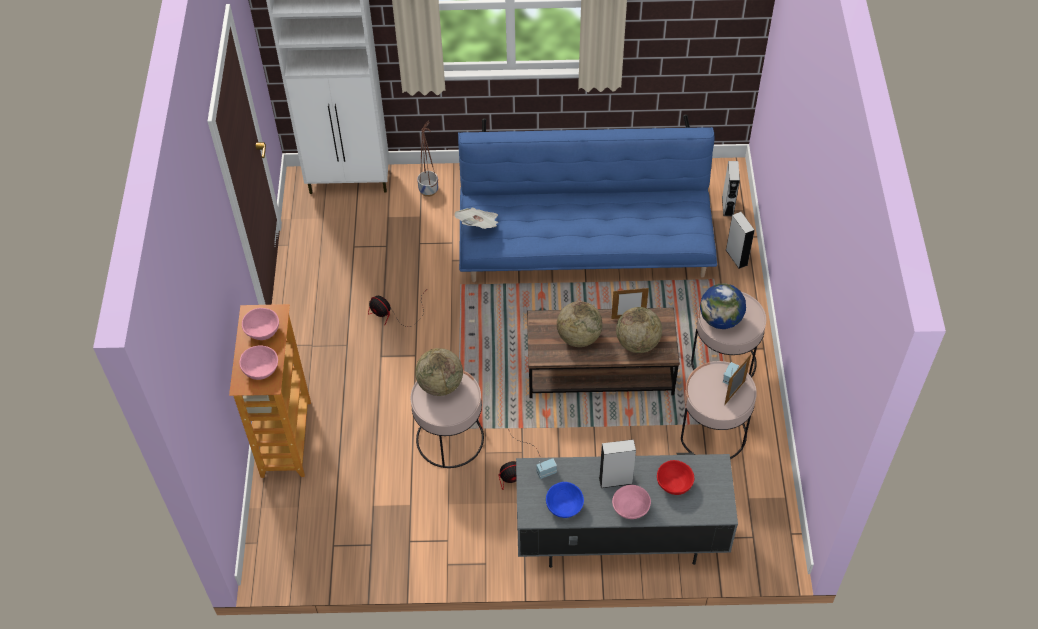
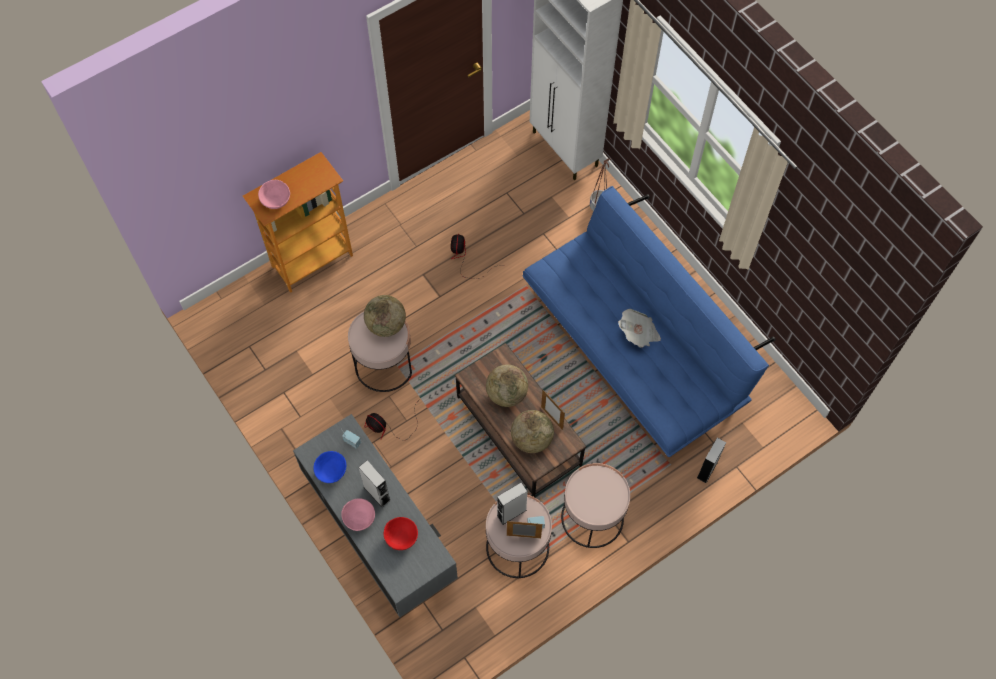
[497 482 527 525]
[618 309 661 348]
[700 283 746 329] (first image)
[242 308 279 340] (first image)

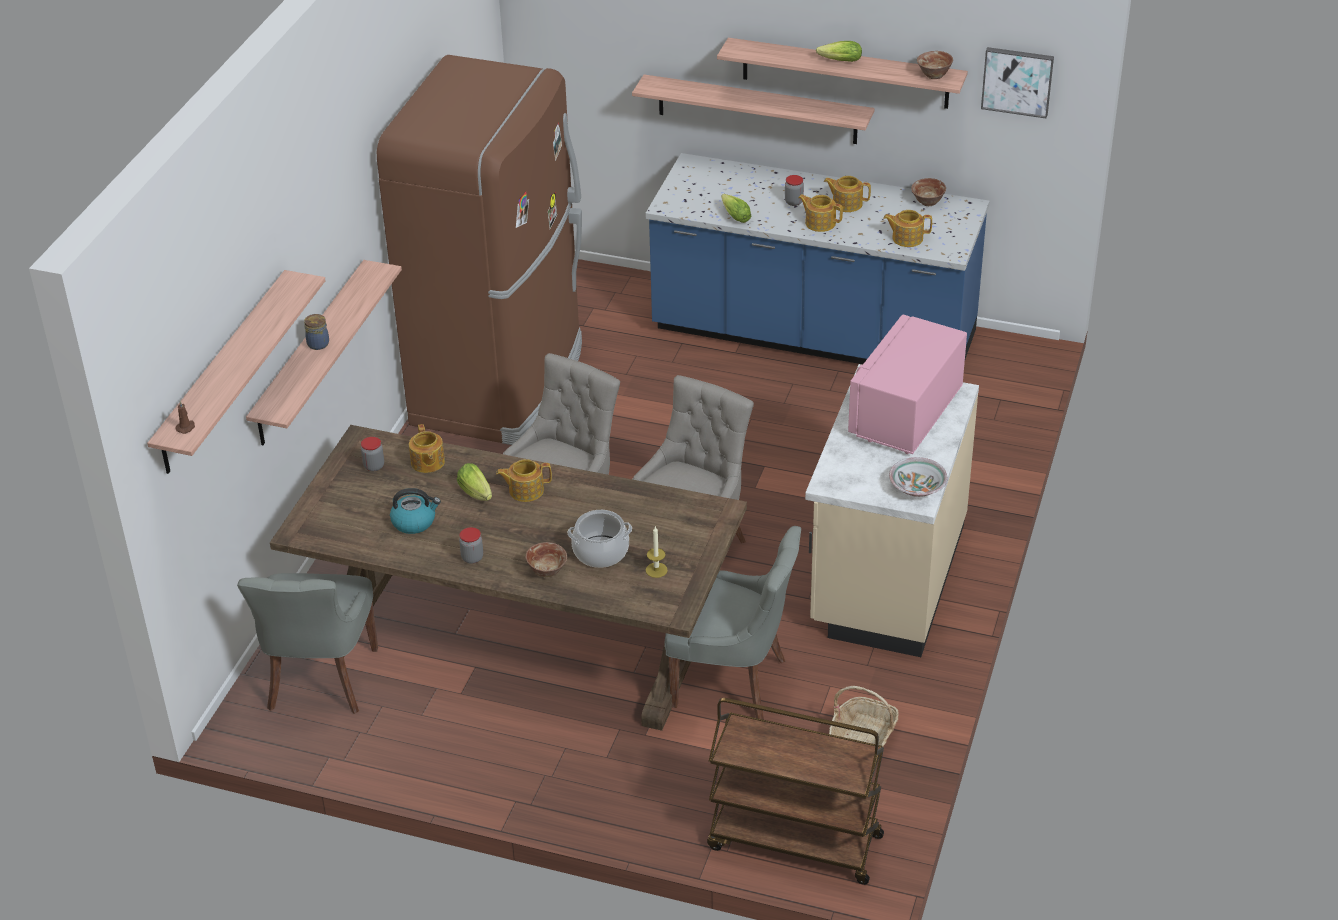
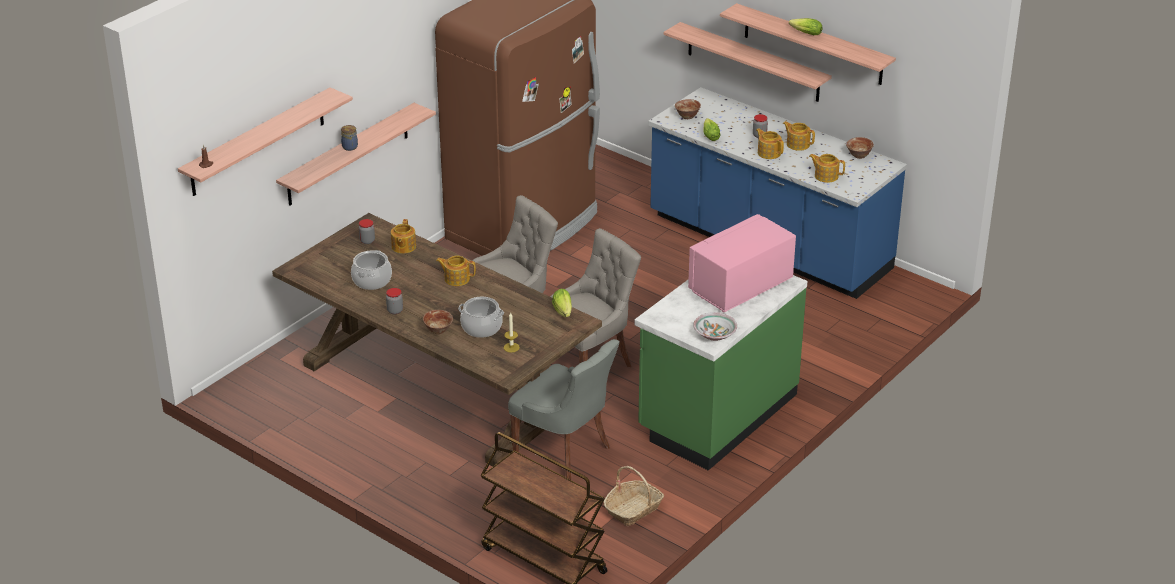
[981 47 1054 118] (first image)
[675 99 701 119]
[634 275 808 471]
[552 289 572 317]
[351 250 392 290]
[237 573 378 714] (first image)

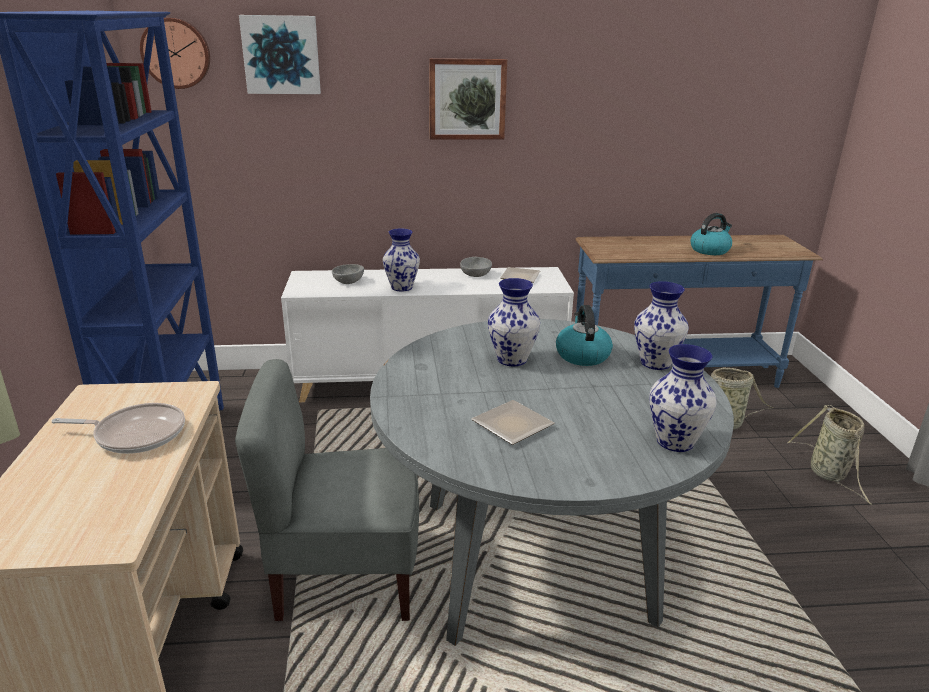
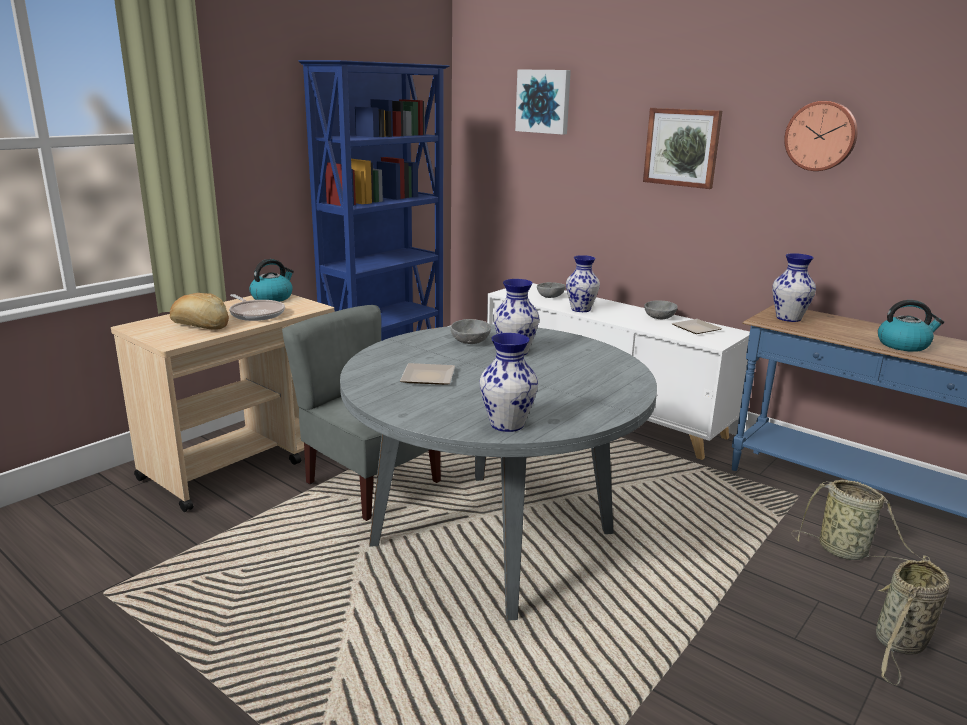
[784 101 858 171]
[772 253 816 322]
[249 259 294 302]
[170 293 229 329]
[451 319 491 344]

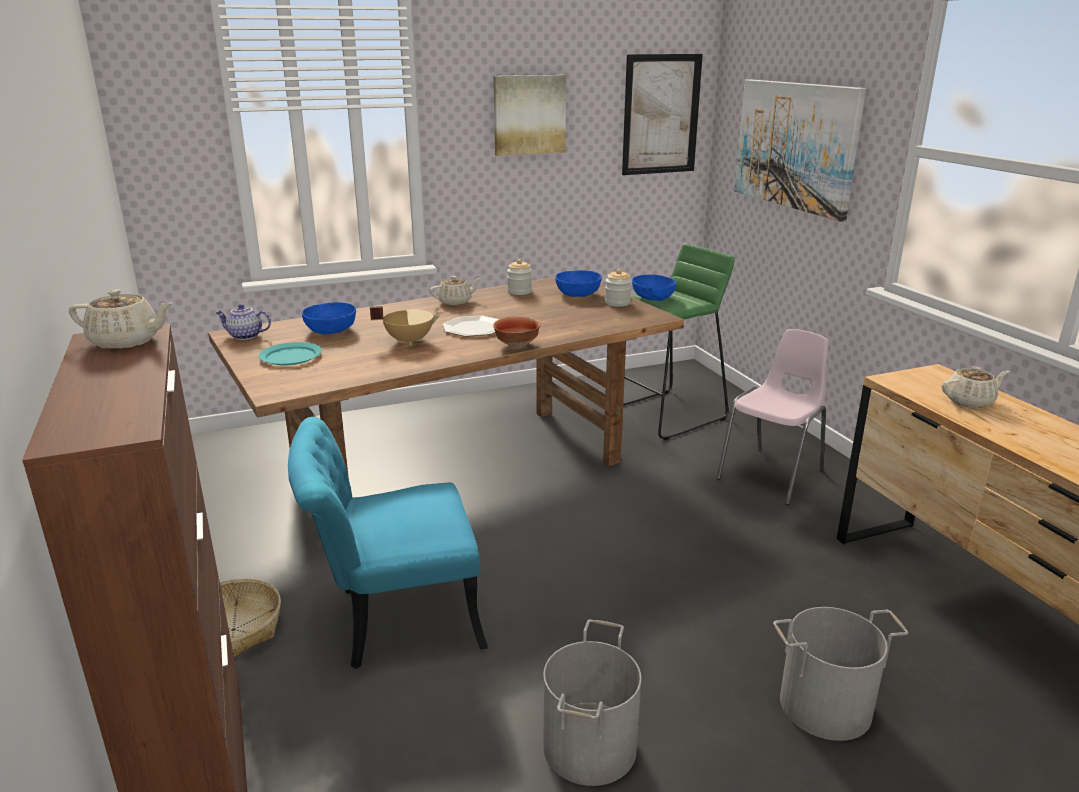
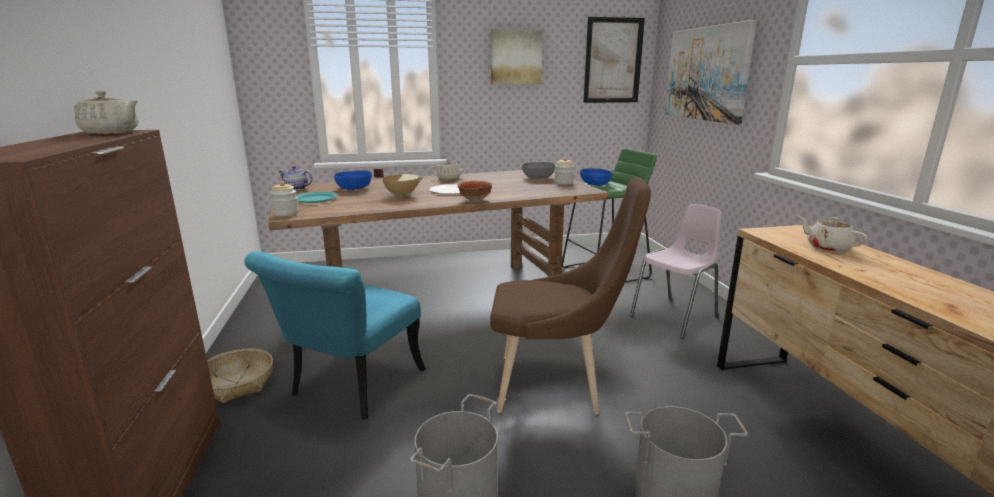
[270 181 299 216]
[522 162 555 179]
[799 217 868 252]
[244 251 426 419]
[490 177 651 414]

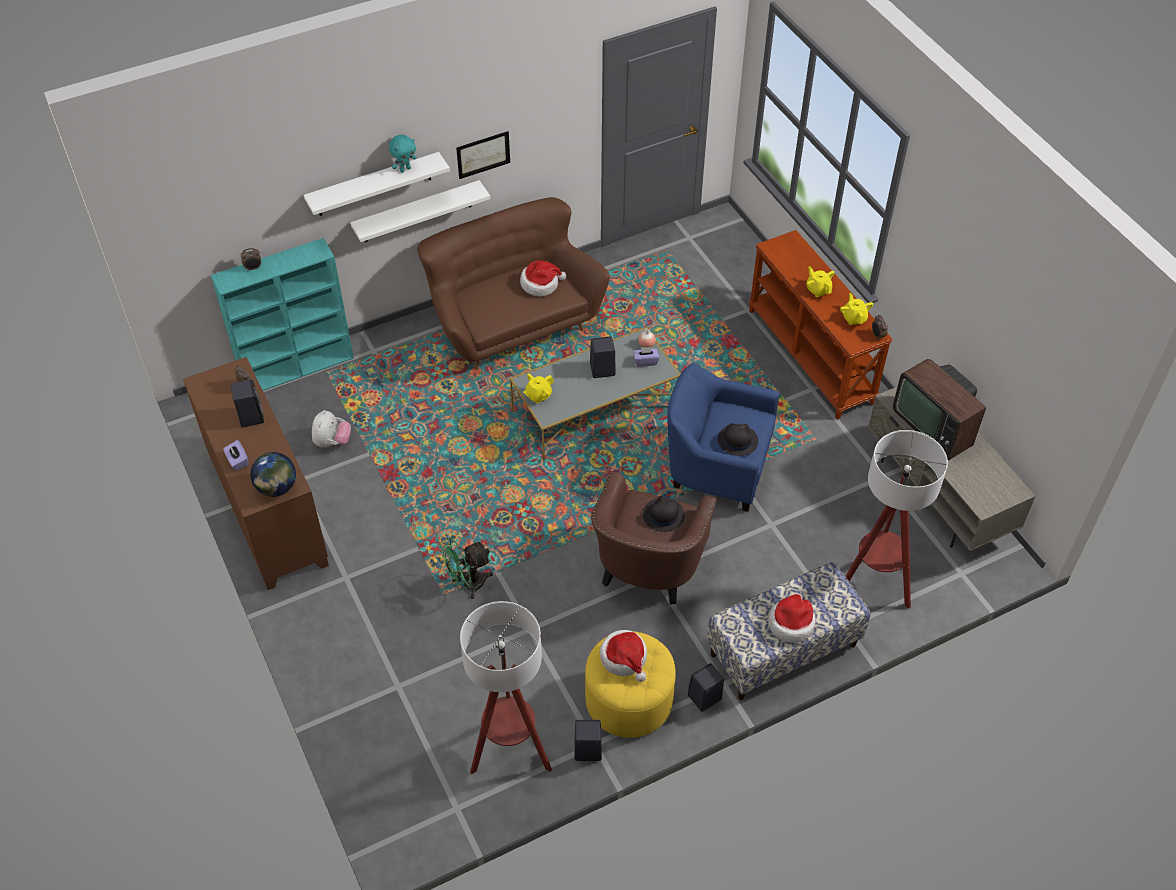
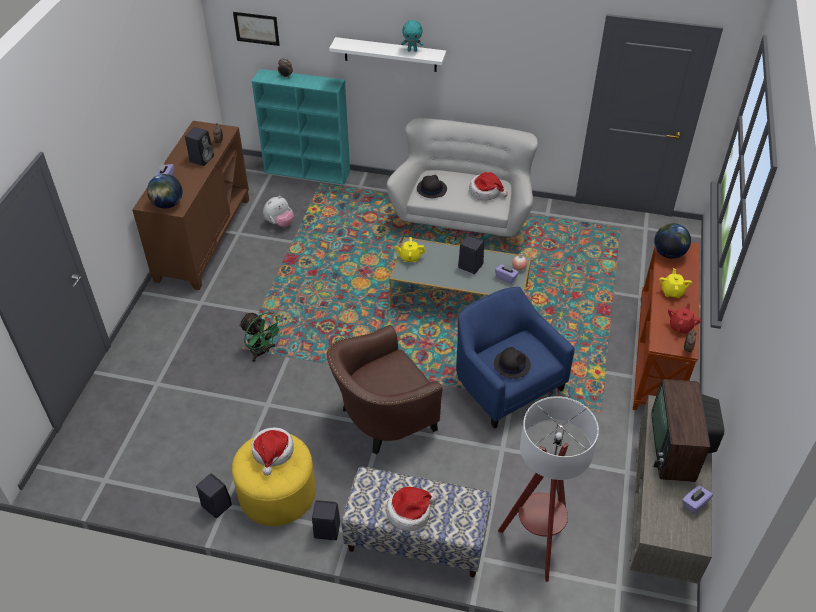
[233 12 280 46]
[350 180 490 242] (first image)
[387 118 538 246]
[668 303 701 334]
[417 175 447 198]
[239 312 283 362]
[460 601 552 774] (first image)
[654 223 691 259]
[682 485 713 514]

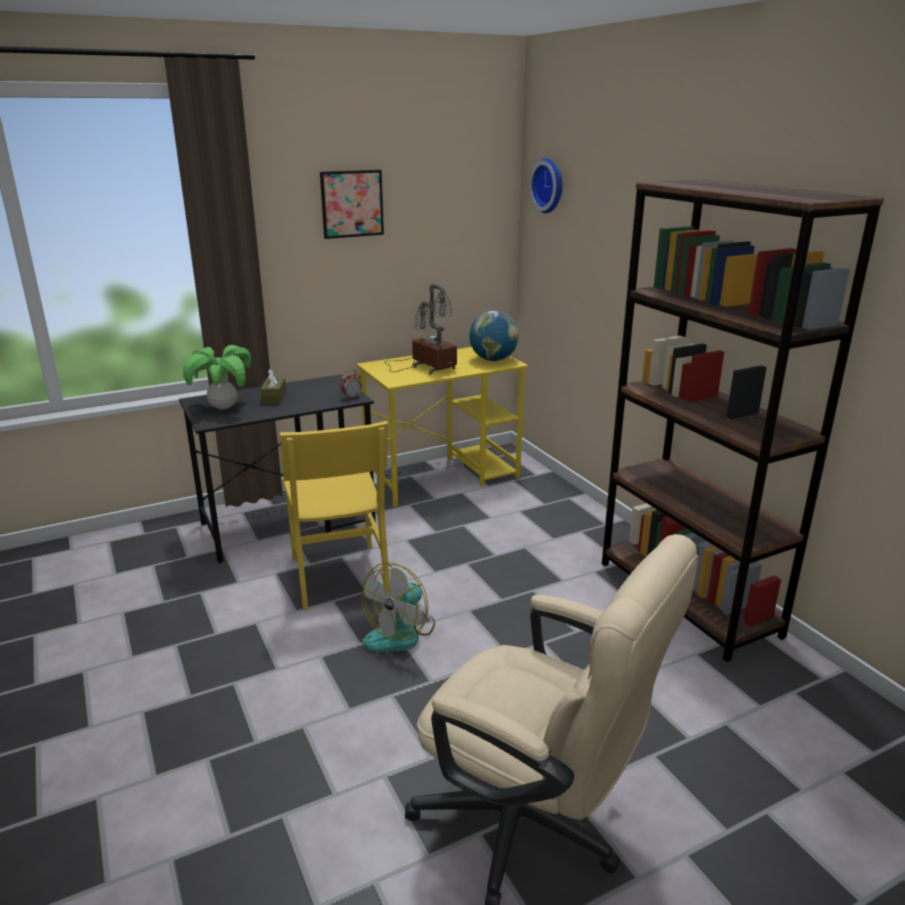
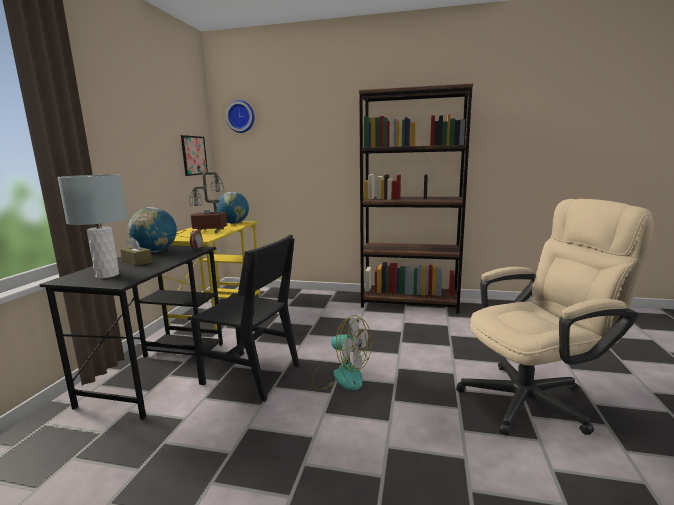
[181 135 208 176]
[57 174 127 278]
[188 235 300 402]
[311 315 372 390]
[128 207 177 252]

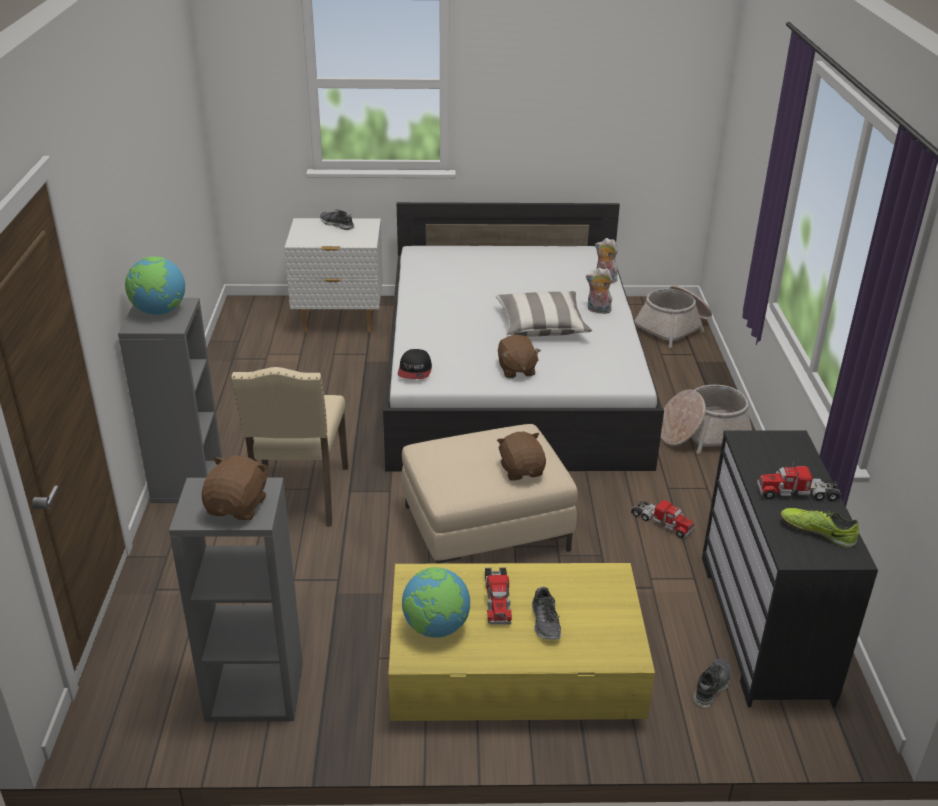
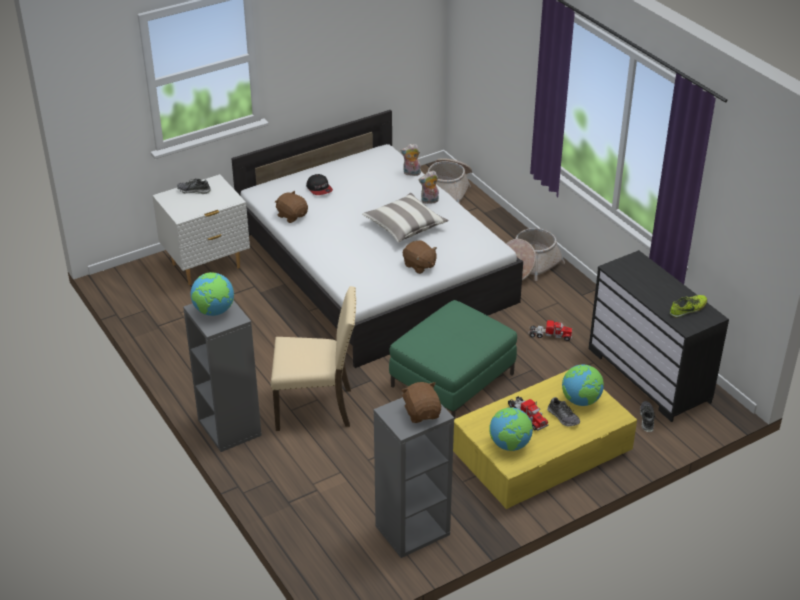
[306 174 333 195]
[271 286 356 431]
[389 300 517 419]
[275 191 308 223]
[757 461 841 501] (first image)
[670 295 707 318]
[562 365 604 406]

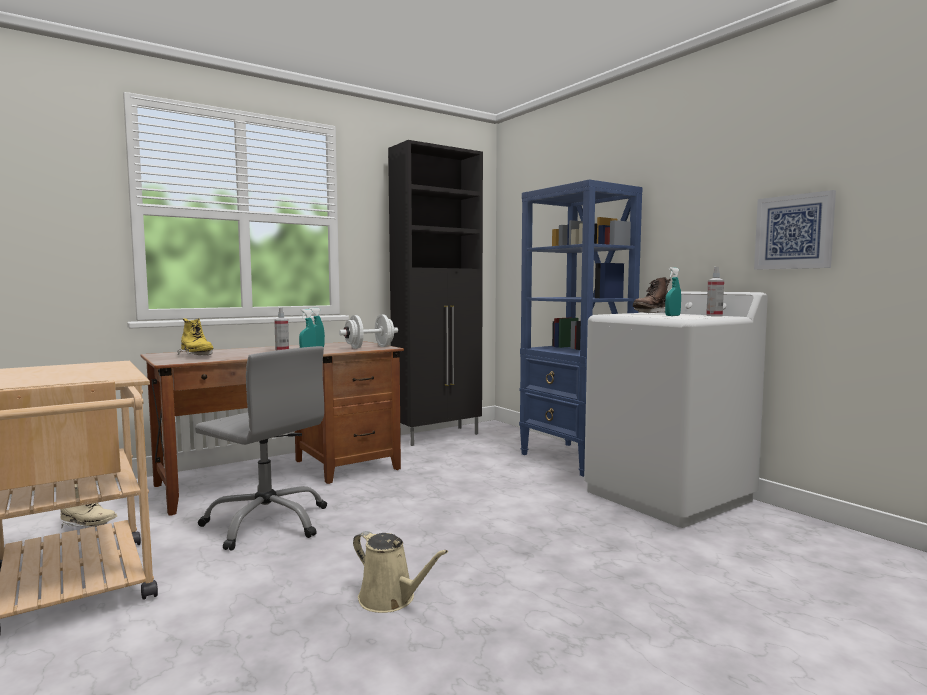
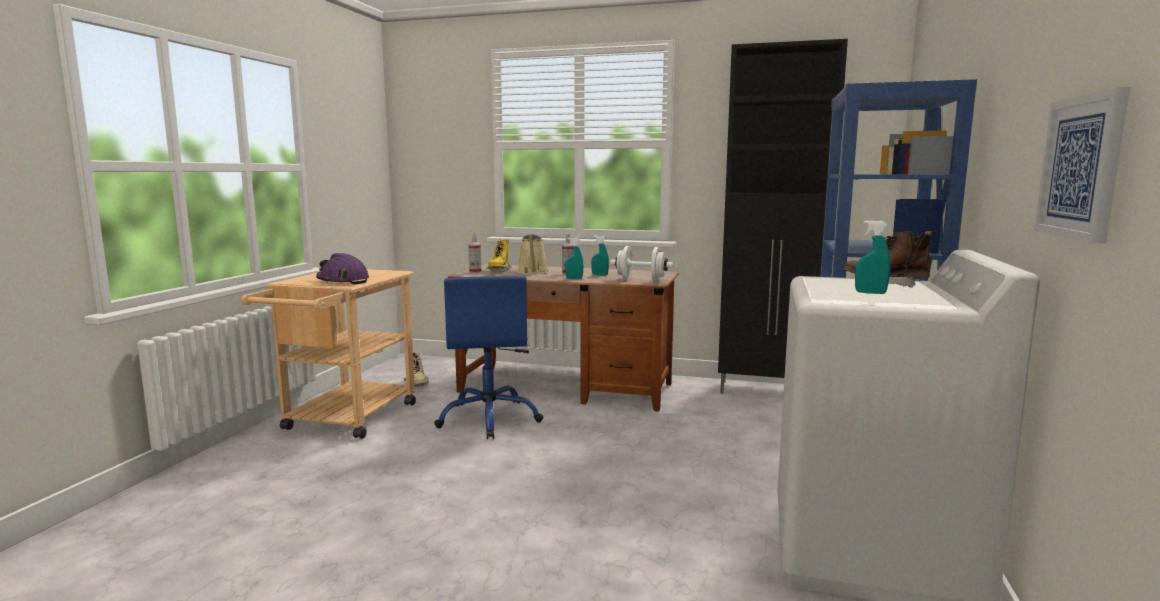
[468 233 481 273]
[434 276 543 439]
[517 234 549 274]
[316 253 369 285]

